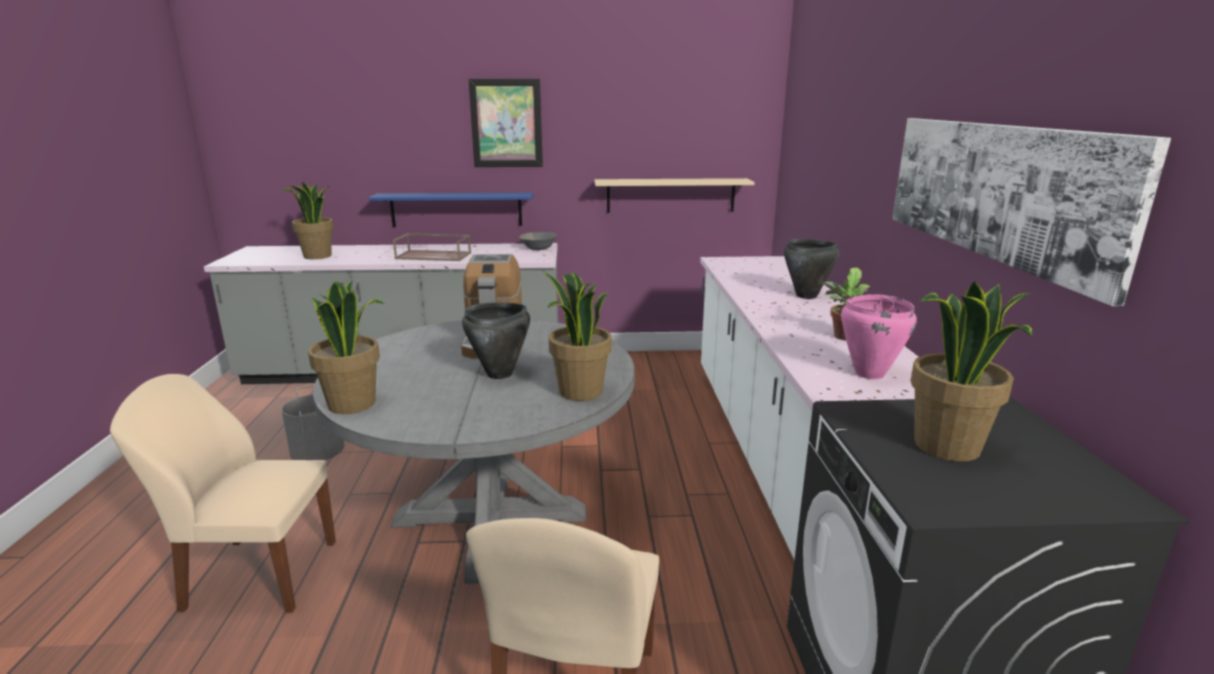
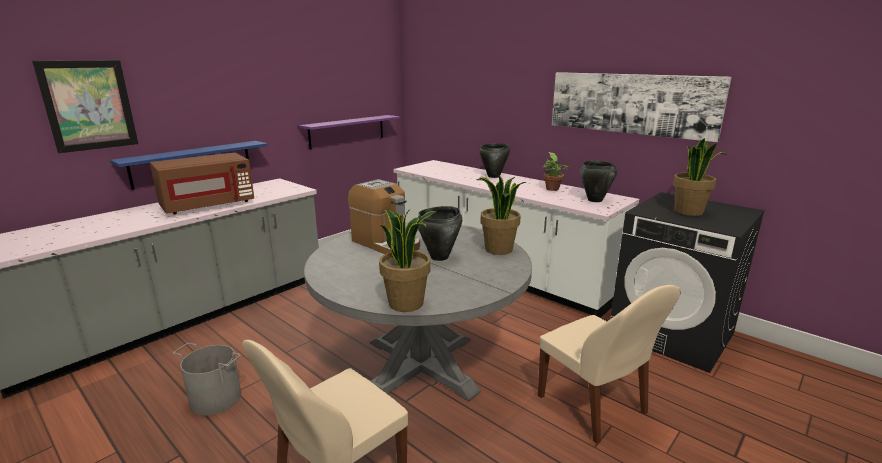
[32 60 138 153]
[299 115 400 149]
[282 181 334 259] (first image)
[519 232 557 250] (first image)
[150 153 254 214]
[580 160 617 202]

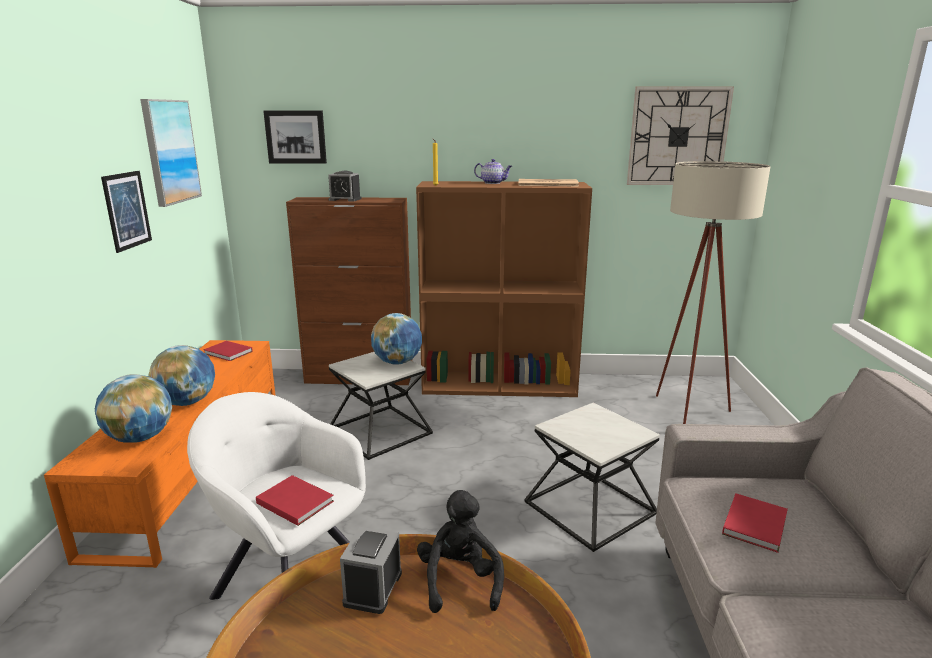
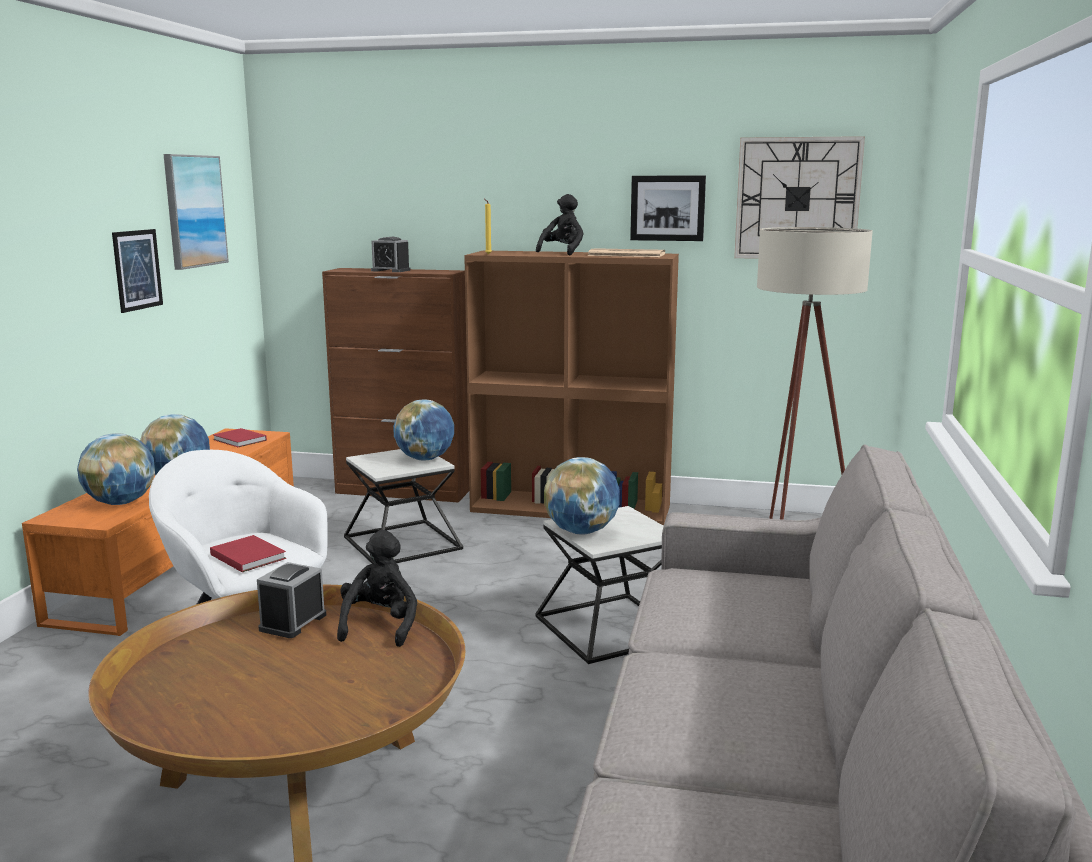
[630 176 706 241]
[536 194 584 255]
[722 493 788 553] (first image)
[544 457 620 535]

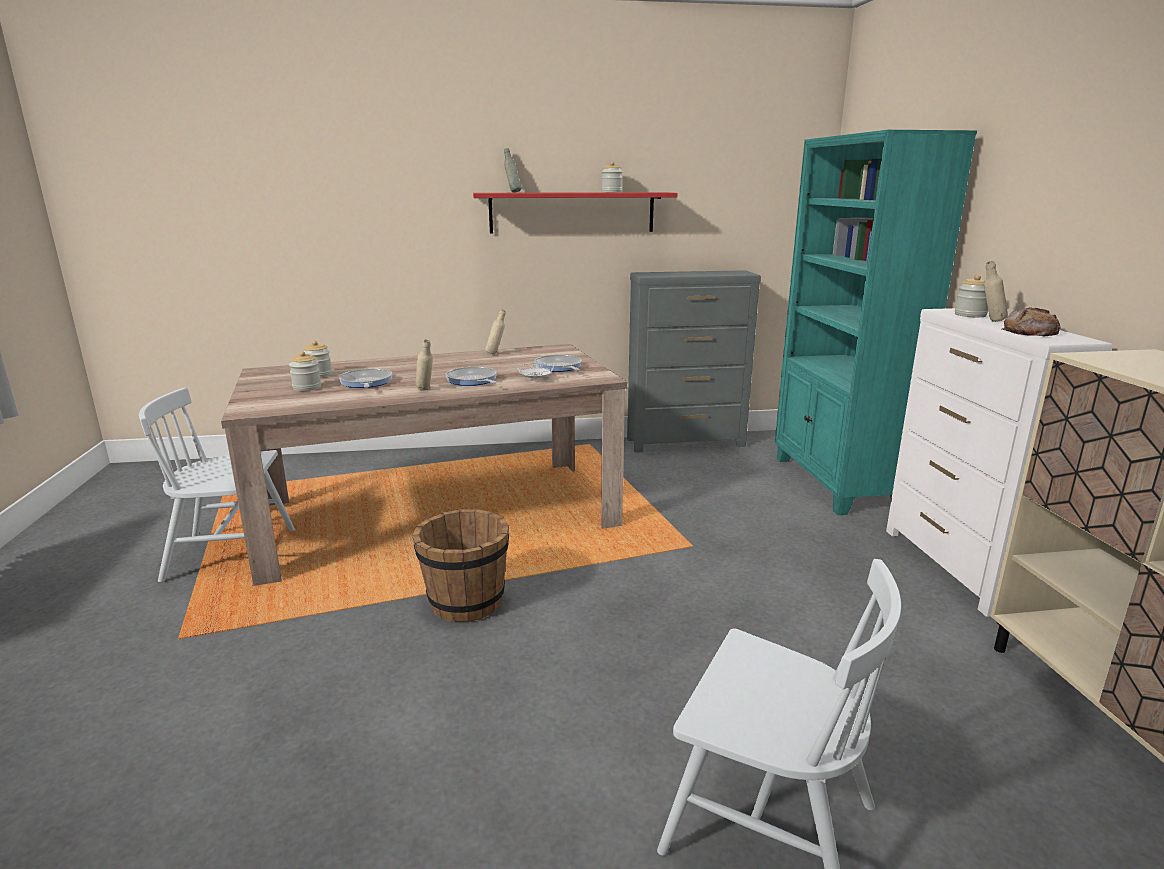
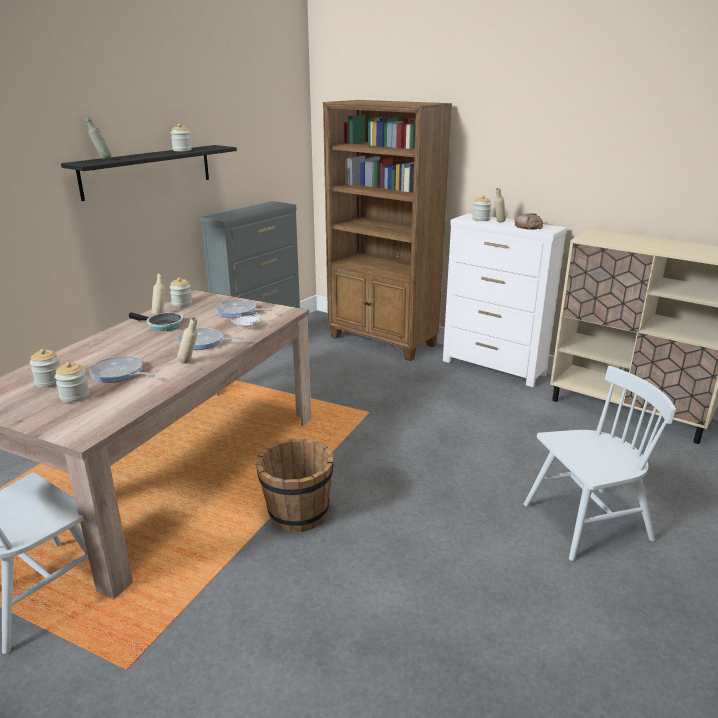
[323 100 452 361]
[61 145 237 201]
[170 277 192 307]
[129 312 183 332]

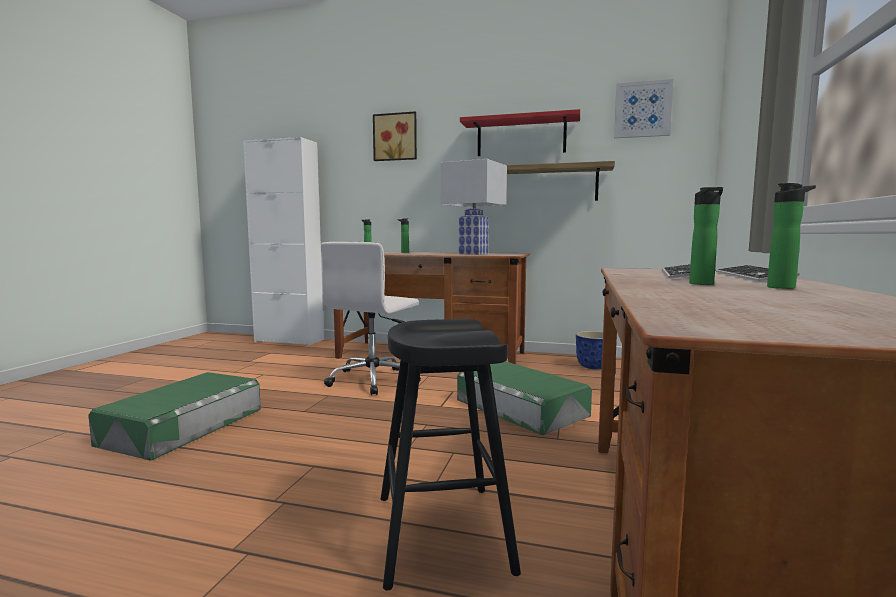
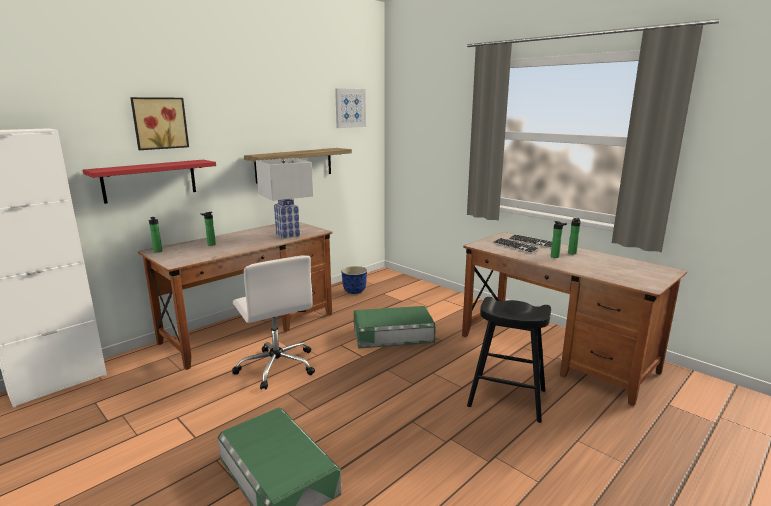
[83 160 216 204]

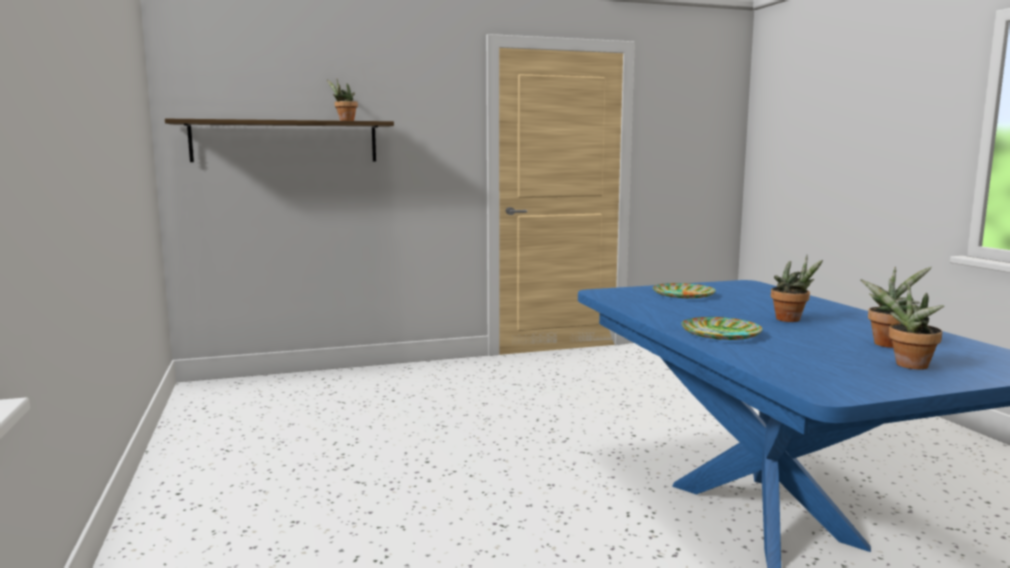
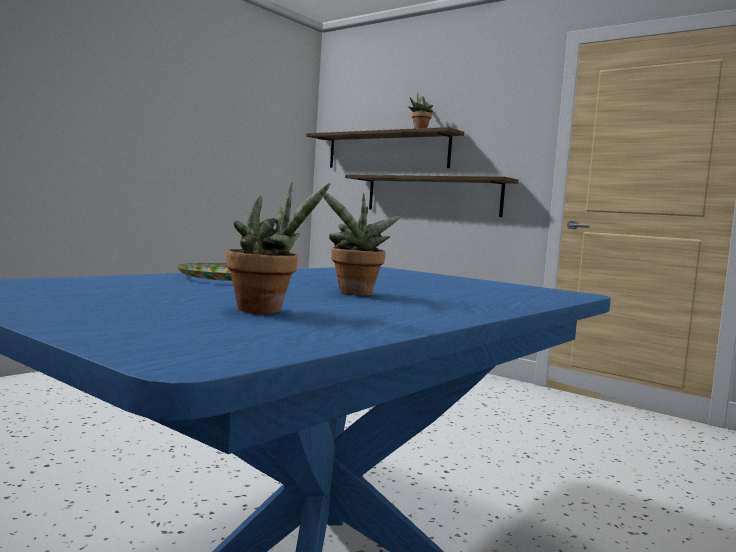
[861 279 944 370] (first image)
[653 283 716 298] (first image)
[345 174 519 217]

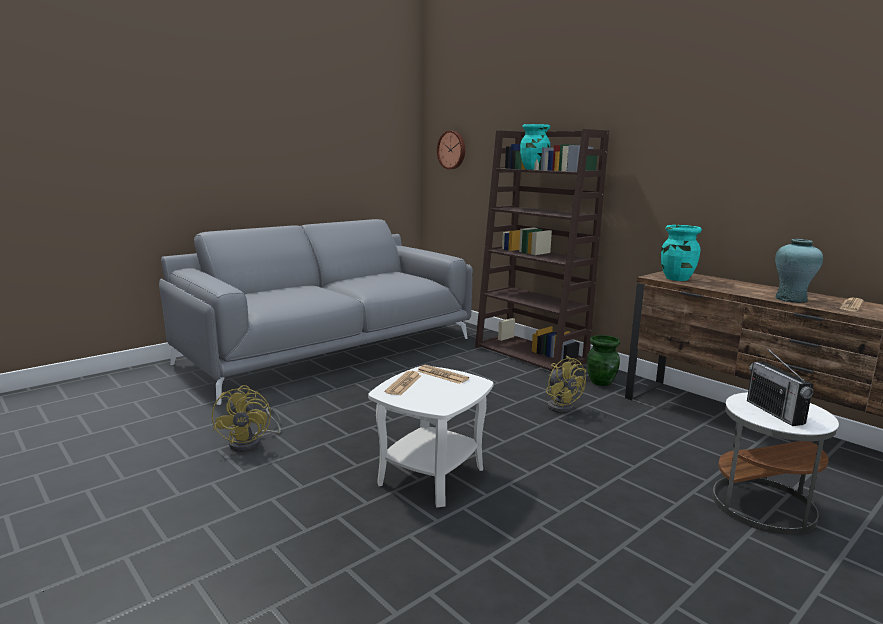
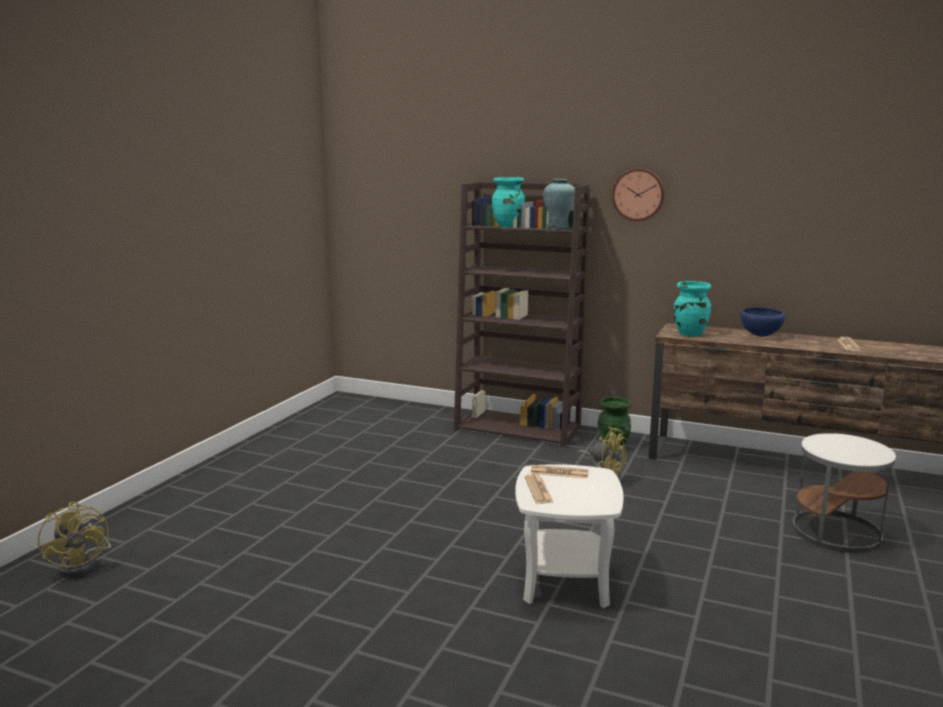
[612 169 665 221]
[159 219 473 405] (first image)
[543 179 575 230]
[747 347 814 426] (first image)
[38 502 111 577]
[741 307 785 337]

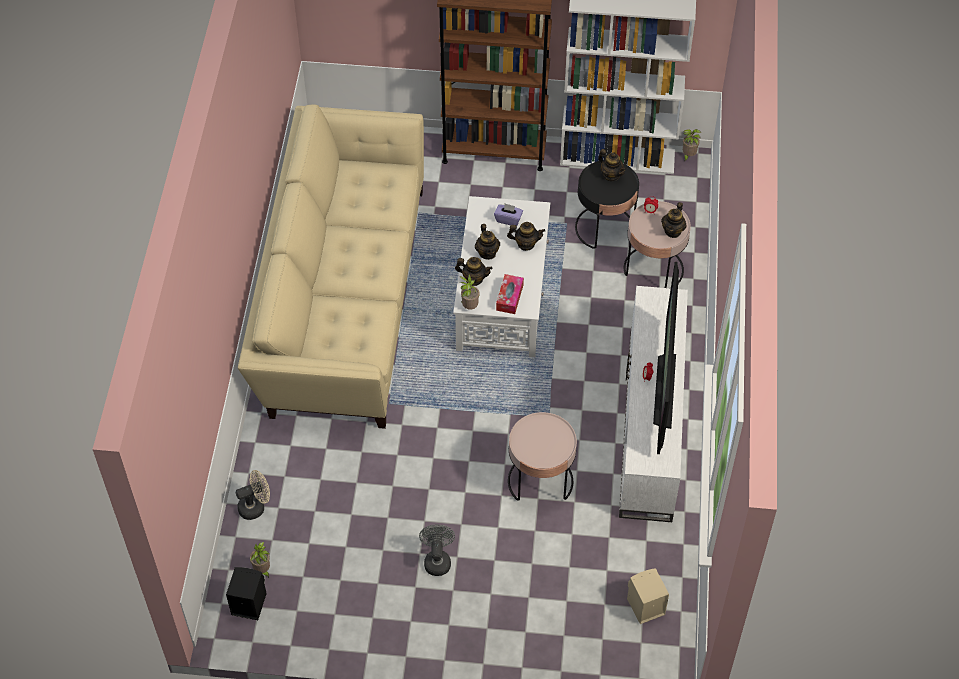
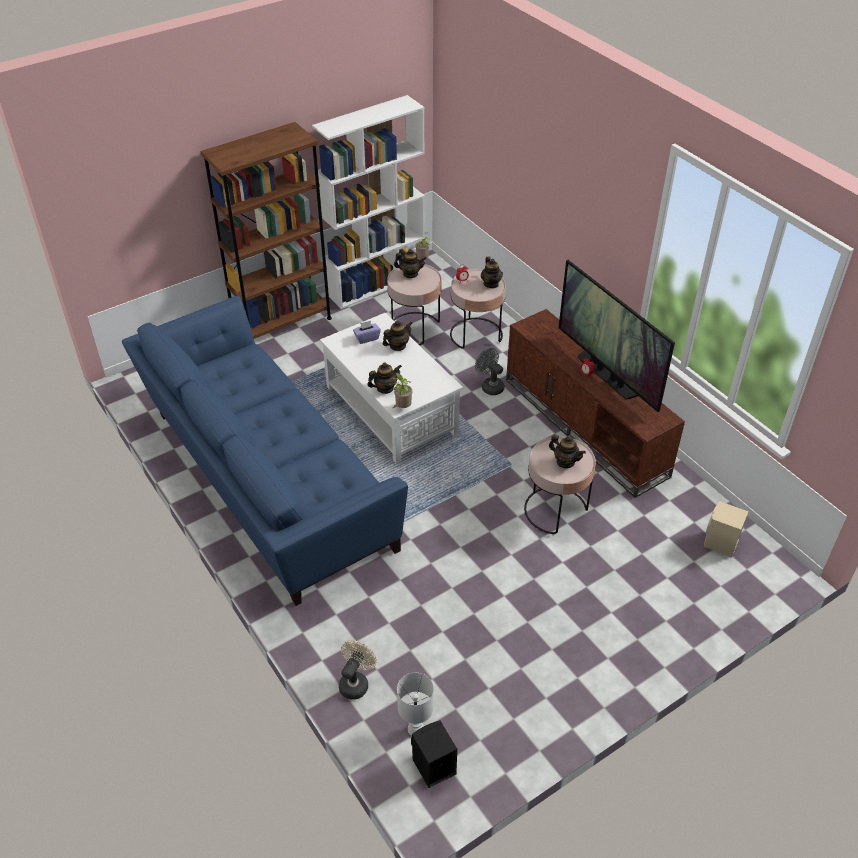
[122 296 408 606]
[387 264 442 345]
[549 434 586 468]
[496 274 524 314] (first image)
[506 309 685 498]
[475 348 505 395]
[397 673 434 736]

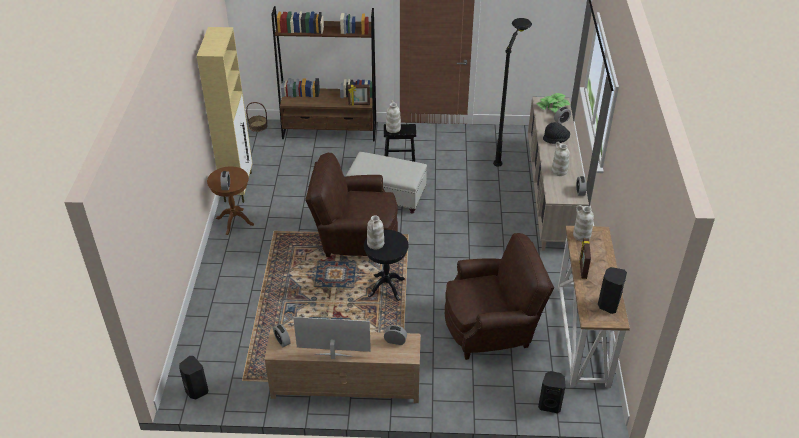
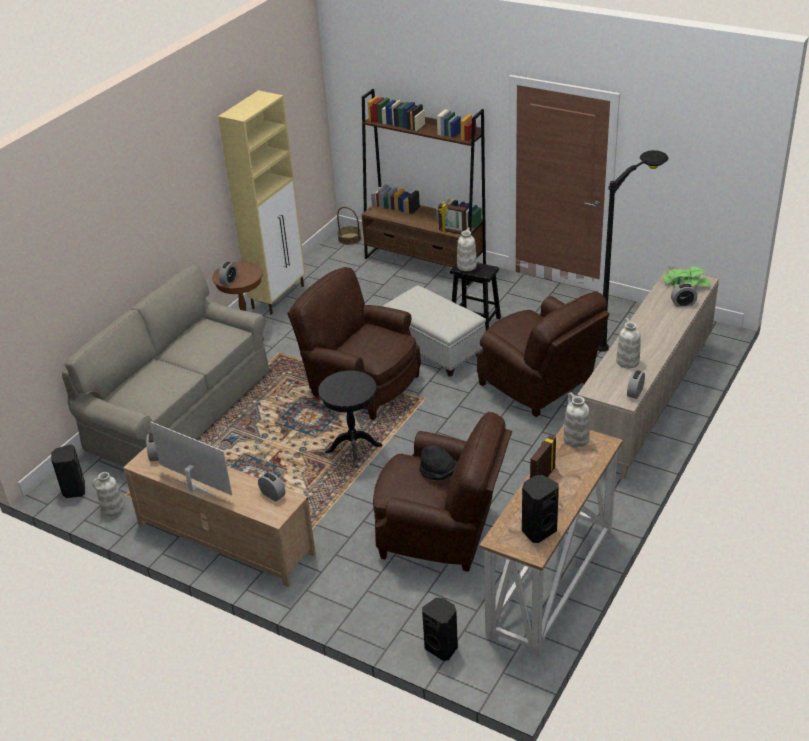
[419 445 457 480]
[92 472 124 516]
[62 266 269 466]
[477 291 610 417]

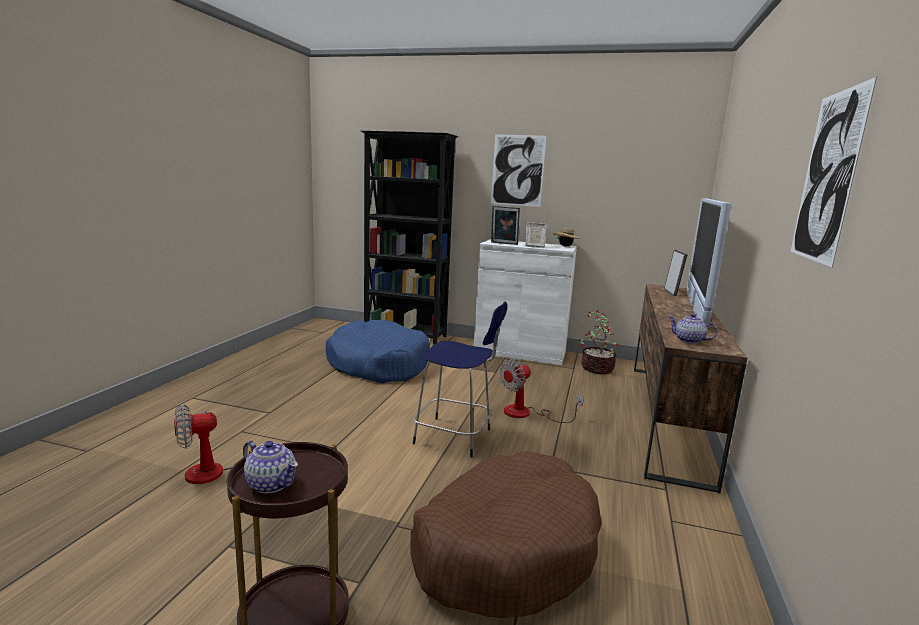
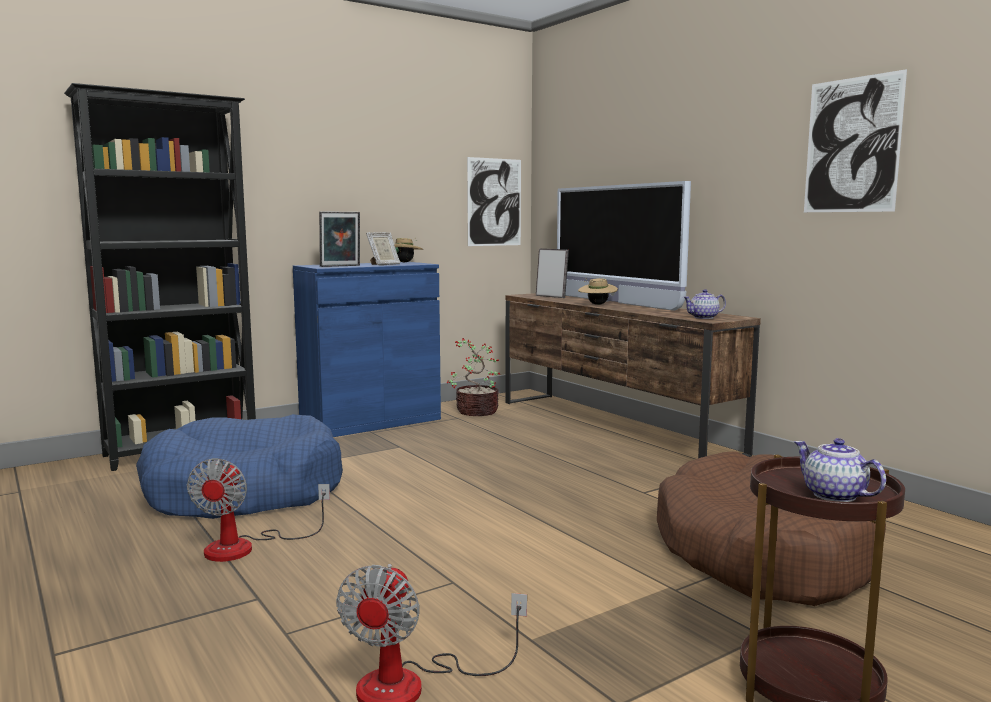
[467 157 521 246]
[293 262 441 437]
[413 302 507 458] (first image)
[187 458 330 562]
[794 438 886 502]
[578 278 618 305]

